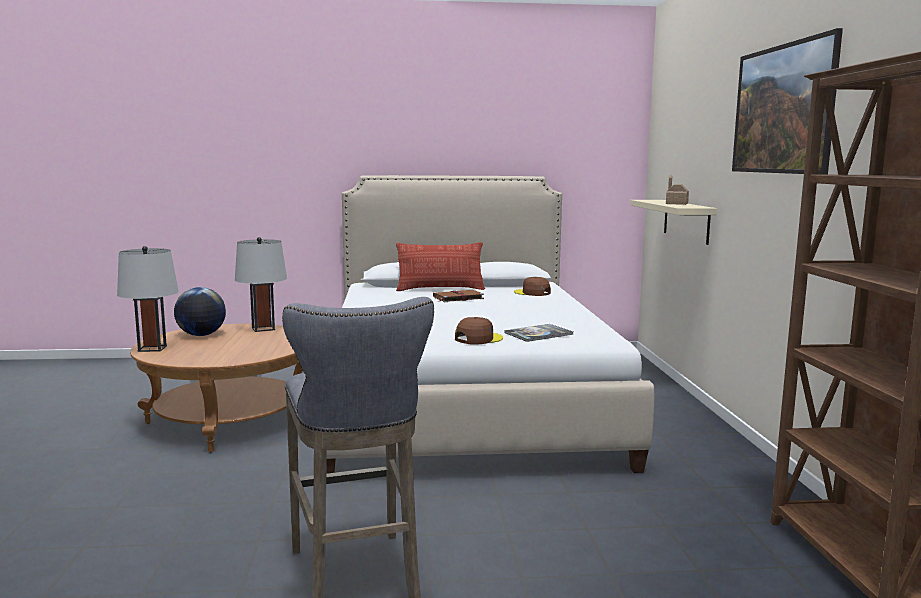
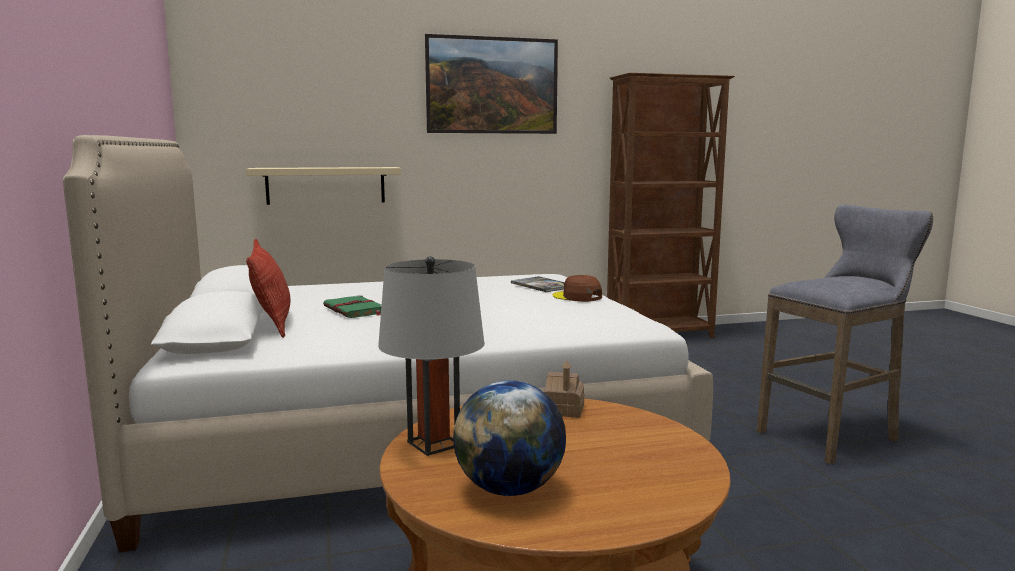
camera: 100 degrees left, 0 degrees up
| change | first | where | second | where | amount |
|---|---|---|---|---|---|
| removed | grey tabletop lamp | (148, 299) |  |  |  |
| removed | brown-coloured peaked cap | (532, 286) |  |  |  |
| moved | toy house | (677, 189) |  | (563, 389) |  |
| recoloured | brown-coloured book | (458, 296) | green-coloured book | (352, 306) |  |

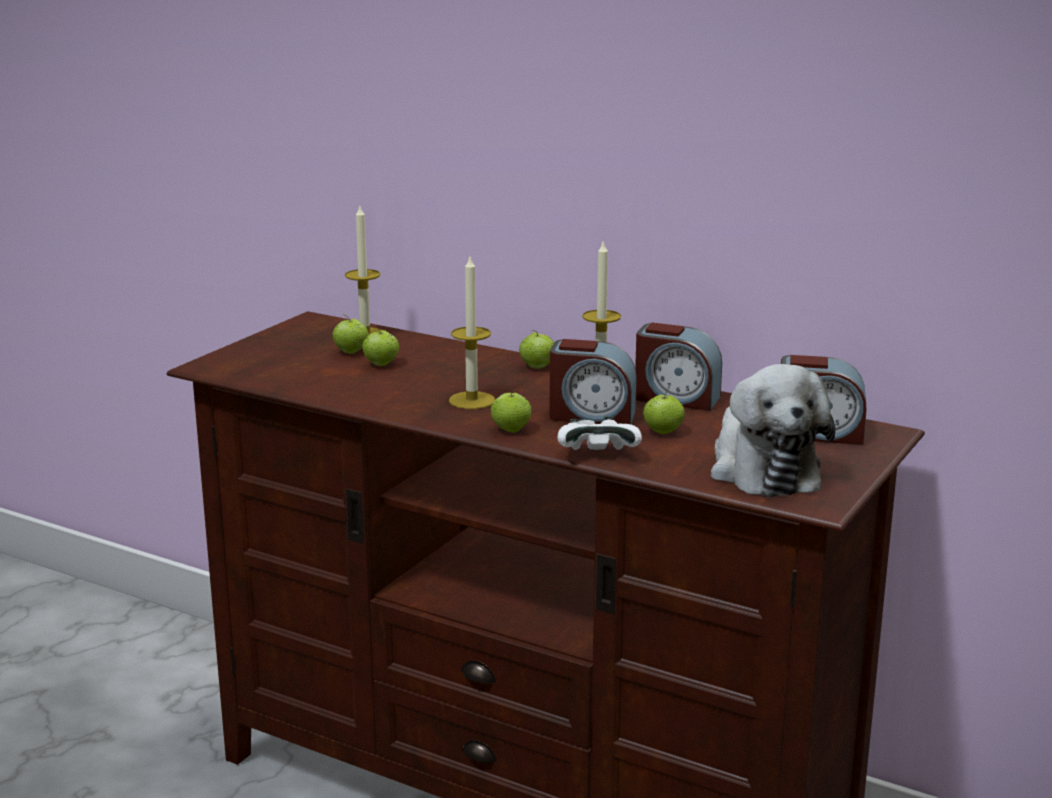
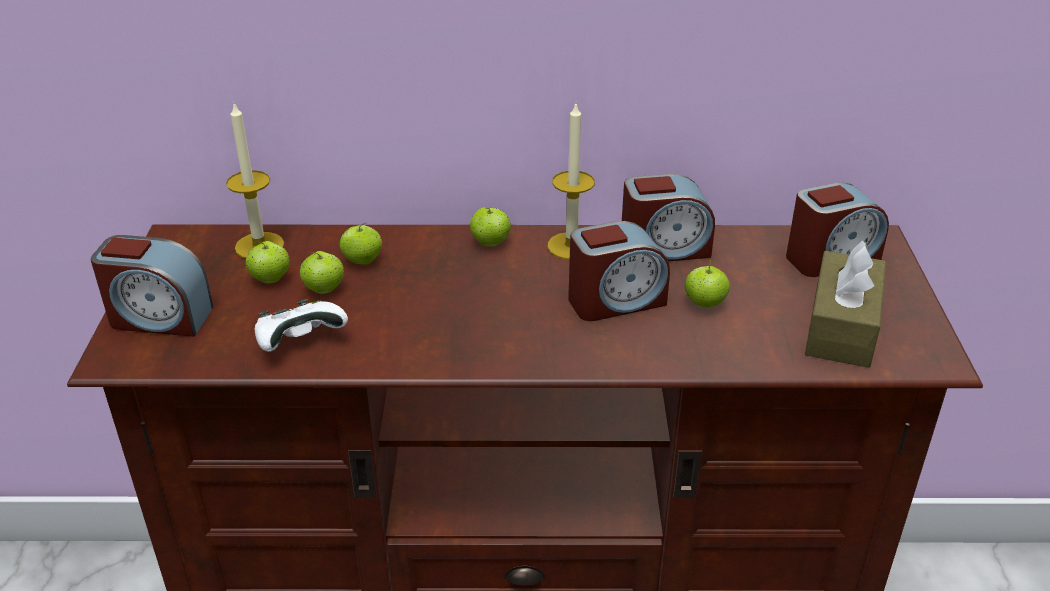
camera: 30 degrees left, 15 degrees up
| change | first | where | second | where | amount |
|---|---|---|---|---|---|
| removed | wax candle | (472, 333) |  |  |  |
| added |  |  | alarm clock | (152, 286) |  |
| moved | whole apple | (511, 411) |  | (361, 243) |  |
| moved | whitish game controller | (599, 433) |  | (301, 325) |  |
| replaced | plush toy | (773, 430) | brown-coloured tissue box | (845, 304) |  |

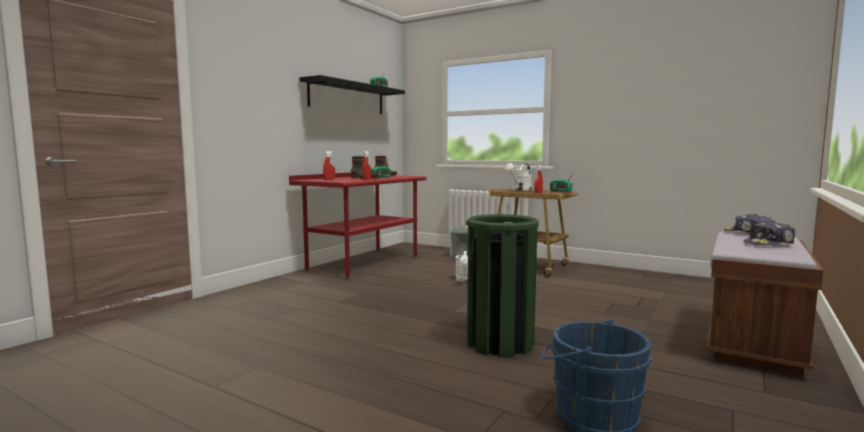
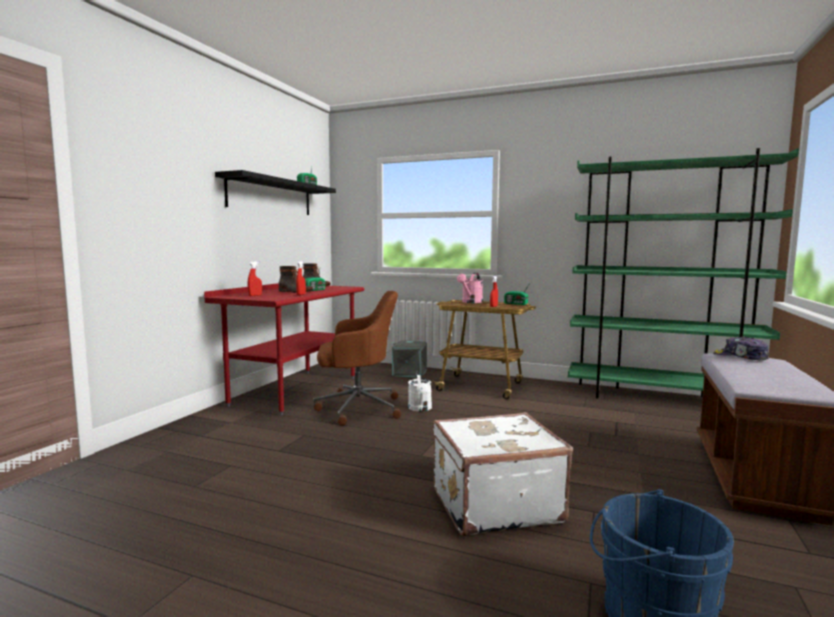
camera: 10 degrees left, 0 degrees up
| change | first | where | second | where | amount |
|---|---|---|---|---|---|
| removed | peaked cap | (769, 233) |  |  |  |
| added |  |  | brown-coloured computer chair | (357, 358) |  |
| added |  |  | green-coloured bookshelf | (683, 273) |  |
| replaced | green-coloured waste bin | (502, 285) | whitish travel case | (503, 474) |  |
| recoloured | whitish sprinkling can | (518, 177) | pink-coloured sprinkling can | (470, 288) |  |

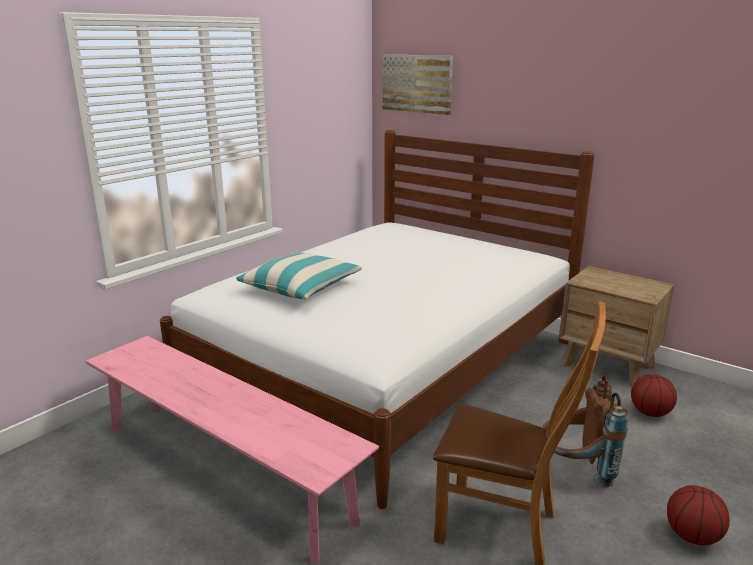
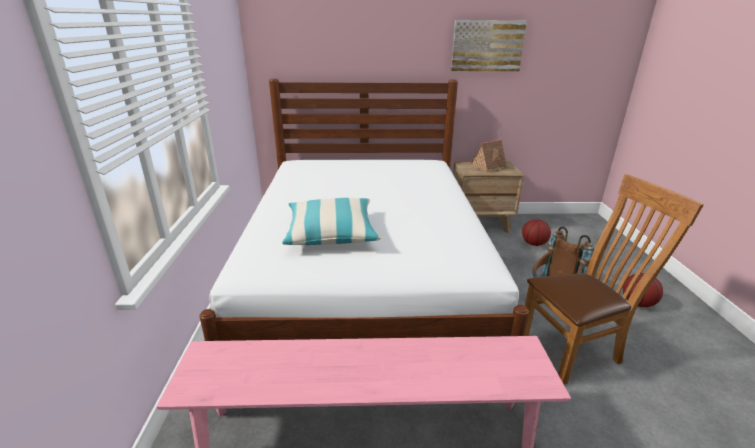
camera: 40 degrees left, 5 degrees up
| change | first | where | second | where | amount |
|---|---|---|---|---|---|
| added |  |  | toy house | (489, 156) |  |
| moved | wall picture | (417, 84) |  | (489, 46) |  |

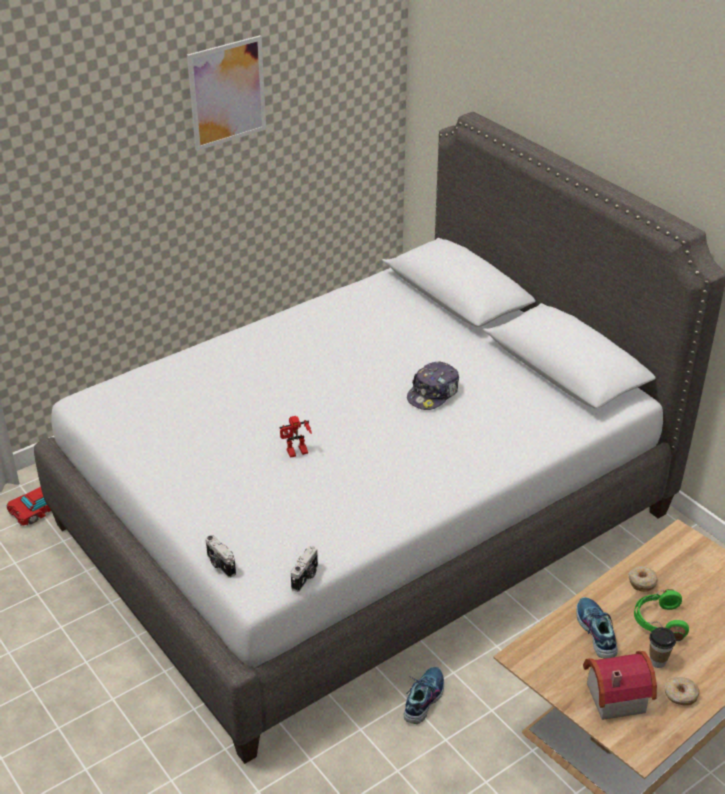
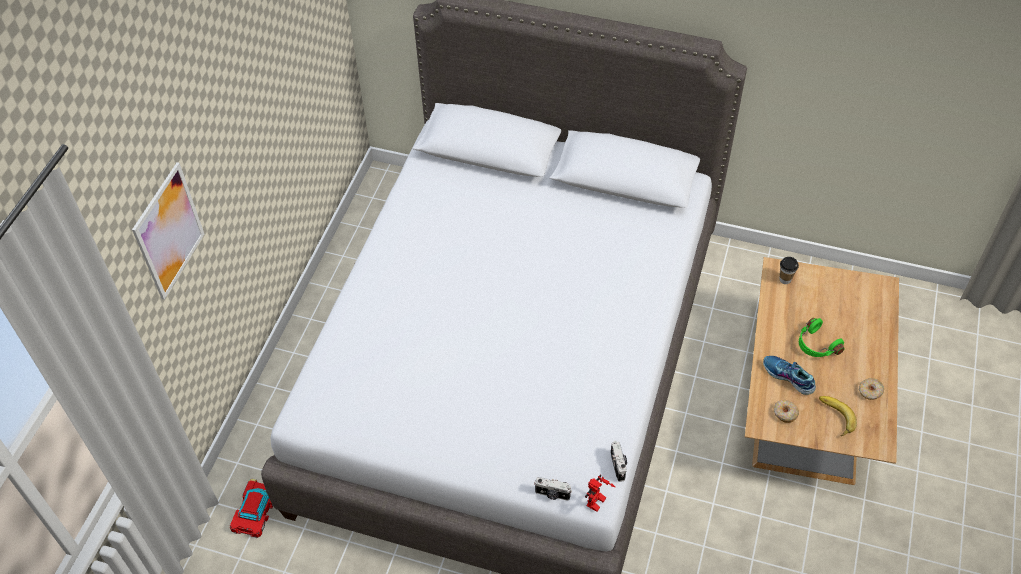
camera: 35 degrees left, 15 degrees up
| change | first | where | second | where | amount |
|---|---|---|---|---|---|
| removed | item of footwear | (424, 695) |  |  |  |
| removed | peaked cap | (433, 386) |  |  |  |
| moved | wall picture | (226, 93) |  | (168, 231) |  |
| moved | robot figure | (296, 437) |  | (600, 493) |  |
| moved | doughnut | (643, 579) |  | (786, 411) |  |
| moved | small cup | (662, 647) |  | (789, 270) |  |
| replaced | toy house | (620, 685) | banana | (838, 416) |  |

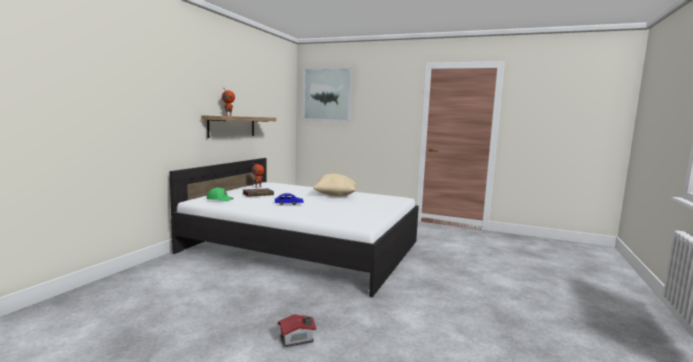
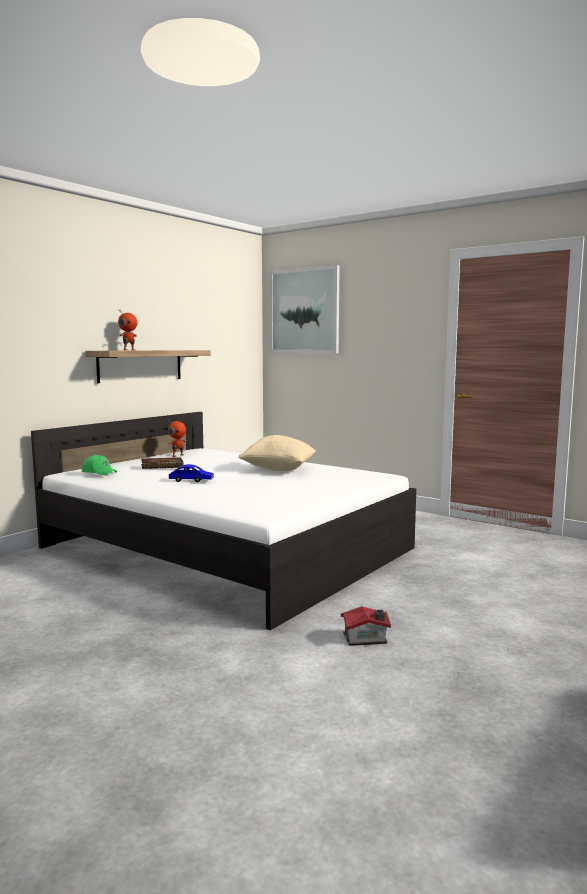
camera: 15 degrees right, 0 degrees up
| change | first | where | second | where | amount |
|---|---|---|---|---|---|
| moved | toy house | (297, 330) |  | (366, 626) |  |

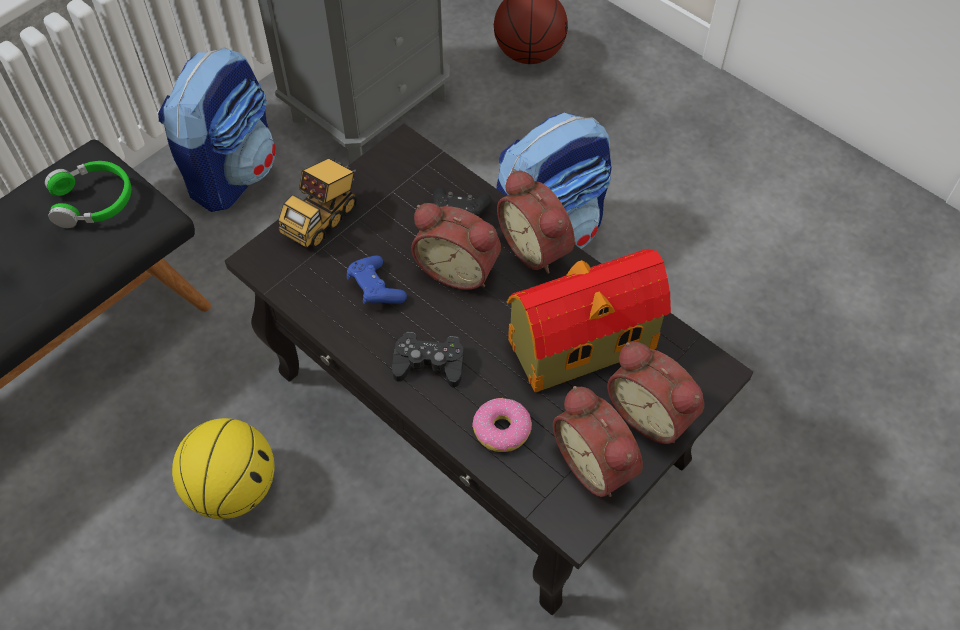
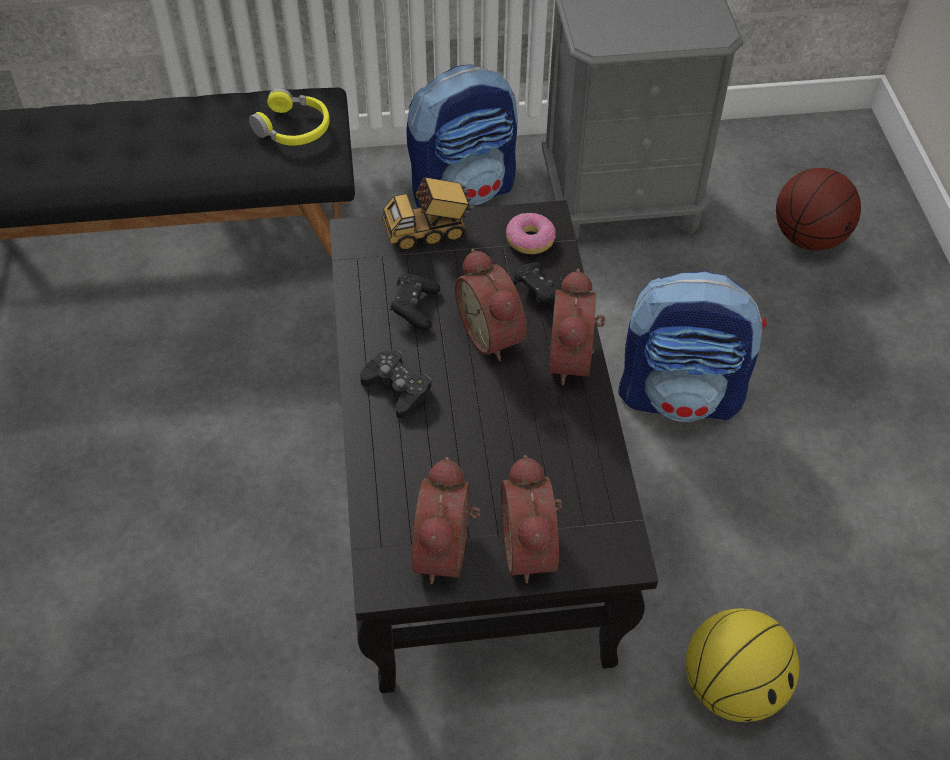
camera: 40 degrees right, 5 degrees down
| change | first | where | second | where | amount |
|---|---|---|---|---|---|
| removed | toy house | (589, 320) |  |  |  |
| moved | ball for basketball | (223, 468) |  | (742, 665) |  |
| moved | doughnut | (502, 425) |  | (531, 233) |  |
| recoloured | green-coloured pair of headphones | (88, 194) | yellowish pair of headphones | (289, 117) |  |
| recoloured | blue game controller | (377, 279) | blackish game controller | (415, 302) |  |

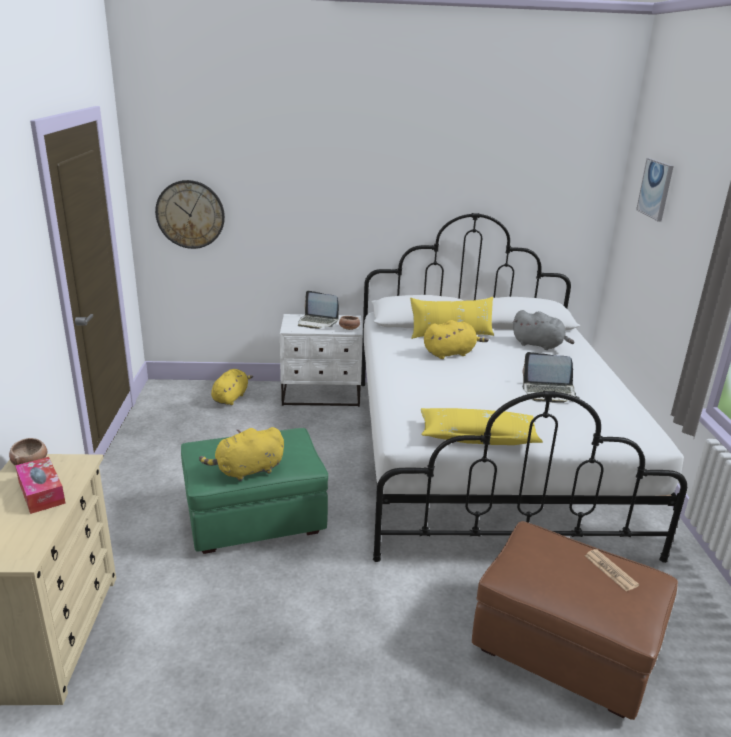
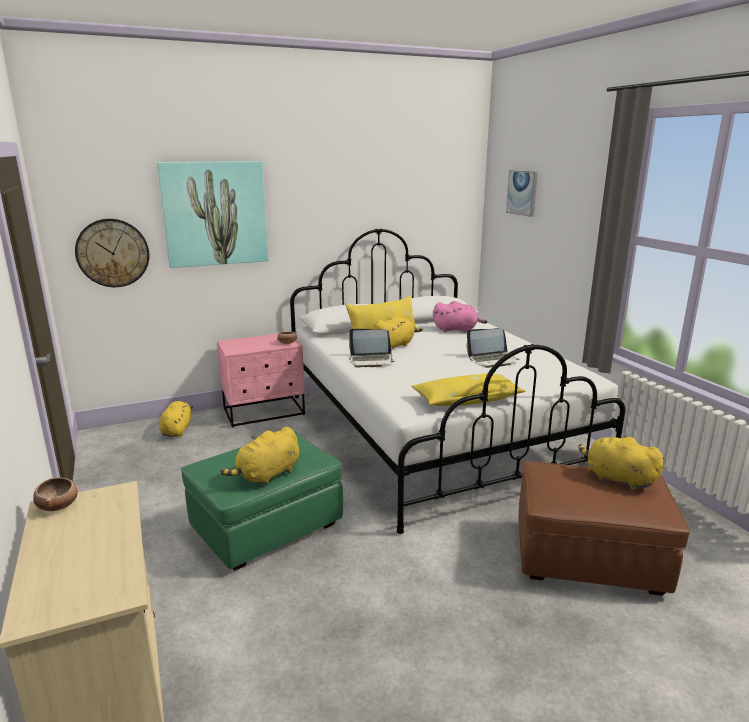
camera: 20 degrees left, 5 degrees down
| change | first | where | second | where | amount |
|---|---|---|---|---|---|
| removed | tissue box | (40, 485) |  |  |  |
| added |  |  | wall picture | (213, 214) |  |
| moved | notebook computer | (318, 310) |  | (372, 348) |  |
| replaced | newspaper | (612, 570) | yellowish plush toy | (621, 463) |  |
| recoloured | whitish night table | (321, 360) | pink-coloured night table | (261, 380) |  |
| recoloured | grey plush toy | (543, 330) | pink-coloured plush toy | (460, 317) |  |

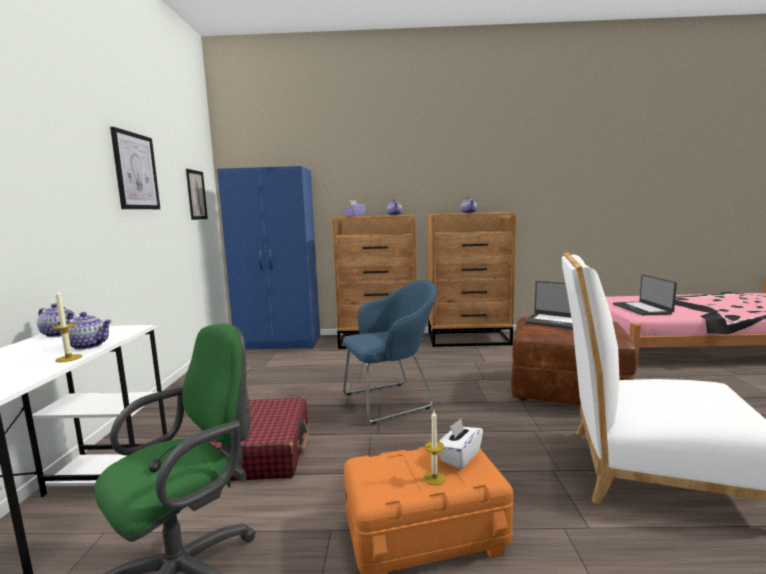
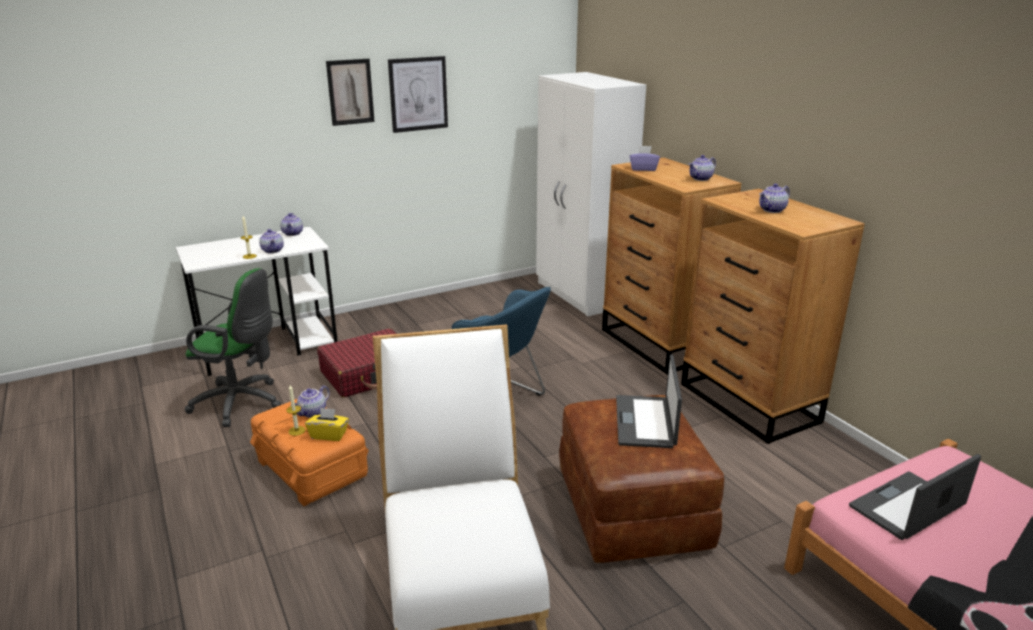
camera: 60 degrees right, 15 degrees up
| change | first | where | second | where | amount |
|---|---|---|---|---|---|
| added |  |  | tea pot | (312, 401) |  |
| moved | wall picture | (197, 194) |  | (350, 92) |  |
| recoloured | blue armoire | (268, 258) | whitish armoire | (591, 194) |  |
| recoloured | whitish tissue box | (461, 444) | yellowish tissue box | (327, 424) |  |

